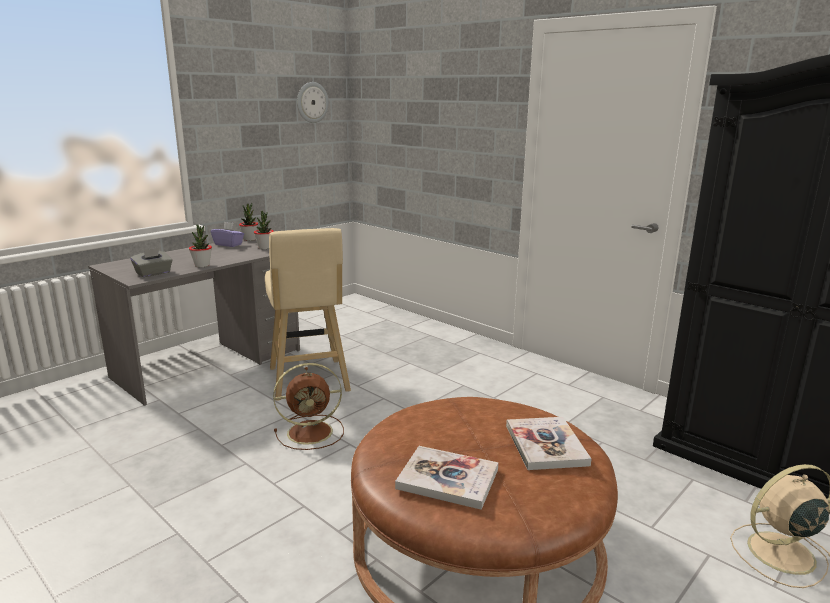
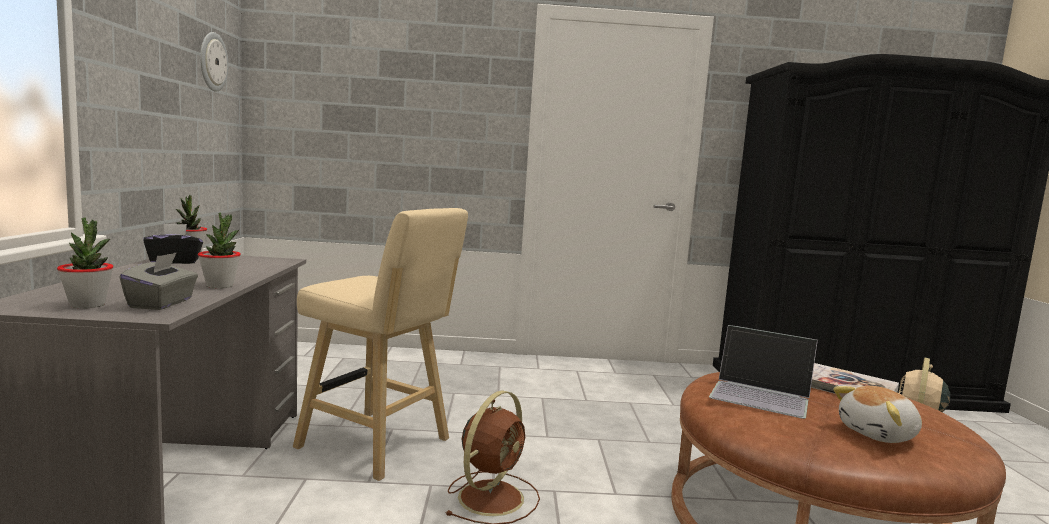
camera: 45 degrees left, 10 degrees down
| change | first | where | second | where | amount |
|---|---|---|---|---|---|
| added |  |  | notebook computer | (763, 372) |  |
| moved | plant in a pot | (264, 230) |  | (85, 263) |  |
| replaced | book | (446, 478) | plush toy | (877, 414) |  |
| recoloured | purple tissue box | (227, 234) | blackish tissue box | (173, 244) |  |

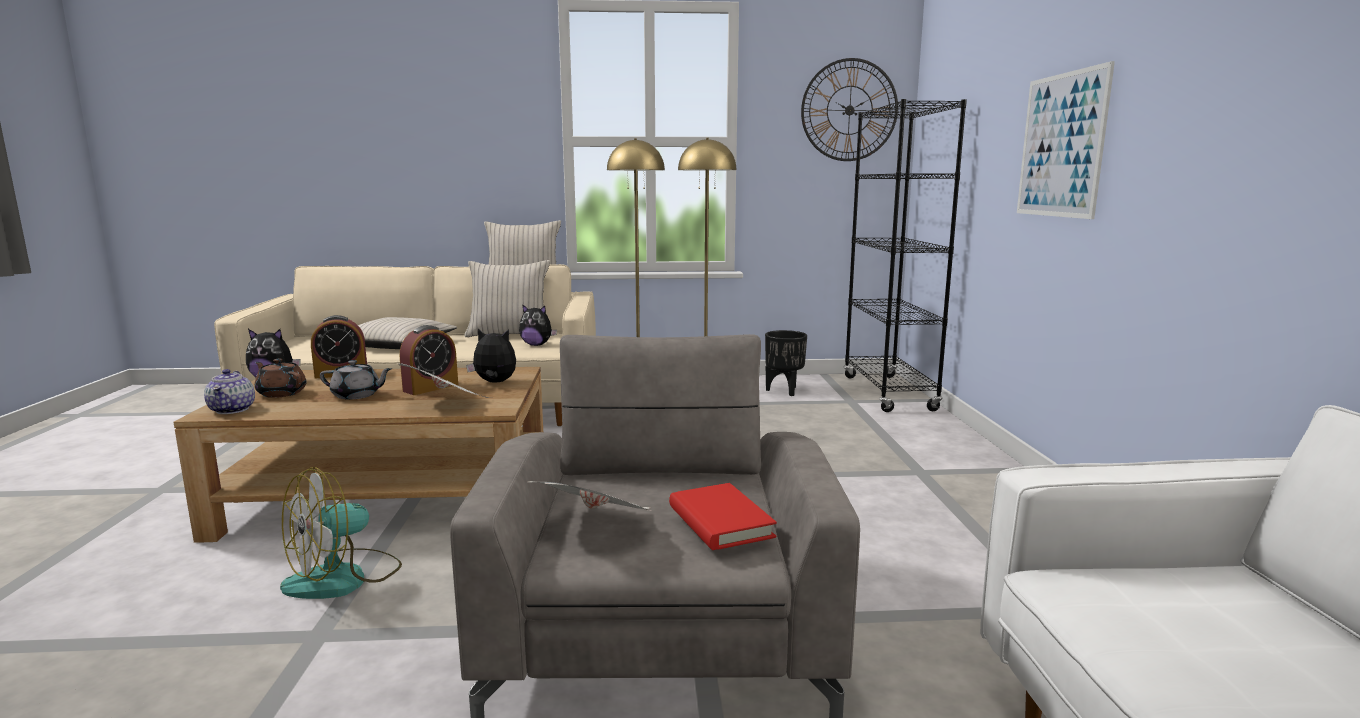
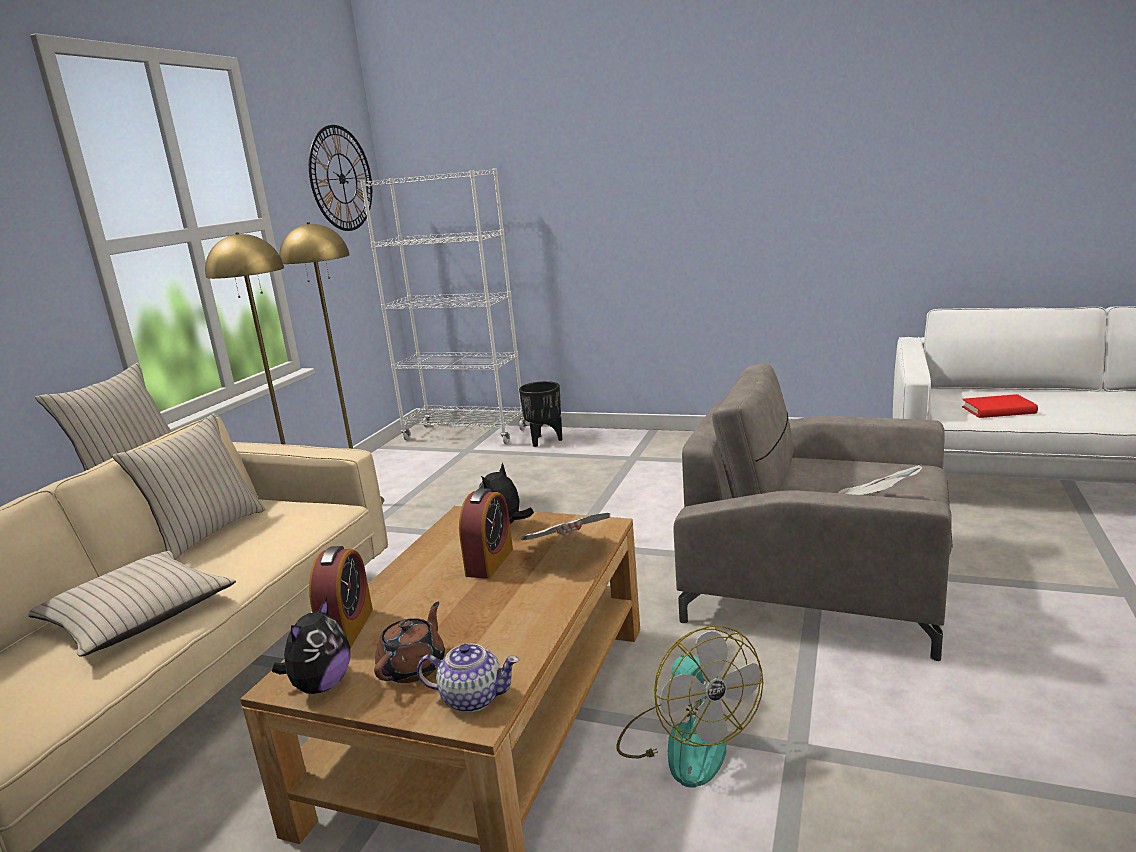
camera: 65 degrees left, 5 degrees up
| change | first | where | second | where | amount |
|---|---|---|---|---|---|
| removed | grey tea pot | (356, 380) |  |  |  |
| removed | plush toy | (538, 325) |  |  |  |
| removed | wall picture | (1066, 140) |  |  |  |
| moved | reddish book | (723, 516) |  | (1000, 406) |  |
| moved | blackish planter | (786, 363) |  | (540, 414) |  |
| recoloured | blackish bookshelf | (905, 255) | whitish bookshelf | (444, 306) |  |
| turned | brown-coloured tea pot | (280, 378) |  | (409, 642) | 150 degrees clockwise |
| turned | alarm clock | (429, 360) |  | (486, 533) | 45 degrees clockwise |

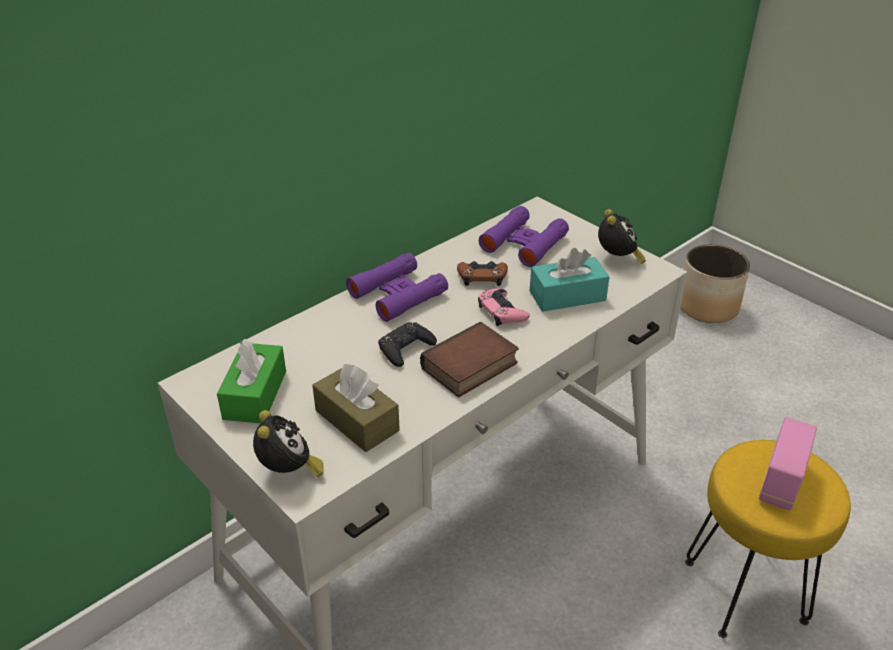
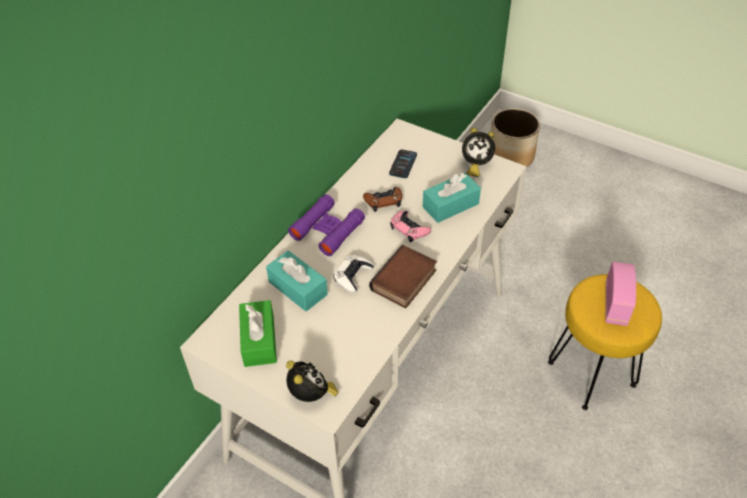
camera: 15 degrees left, 10 degrees up
| change | first | where | second | where | amount |
|---|---|---|---|---|---|
| removed | brown-coloured tissue box | (356, 407) |  |  |  |
| added |  |  | turquoise-coloured tissue box | (297, 281) |  |
| replaced | purple pair of binoculars | (524, 236) | phone | (403, 163) |  |
| recoloured | blackish game controller | (407, 344) | whitish game controller | (353, 274) |  |
| turned | alarm clock | (622, 236) |  | (478, 152) | 105 degrees clockwise |

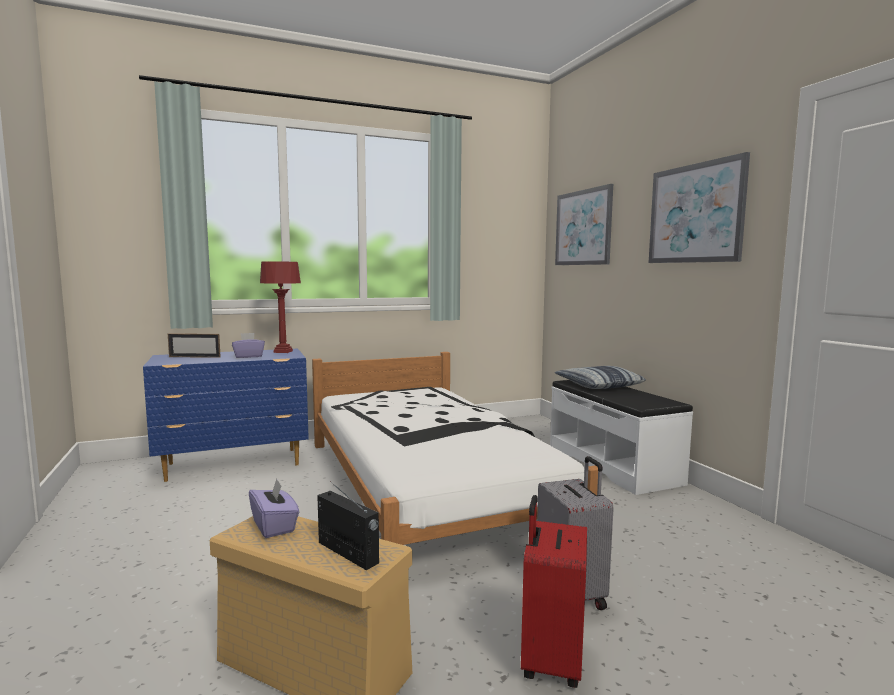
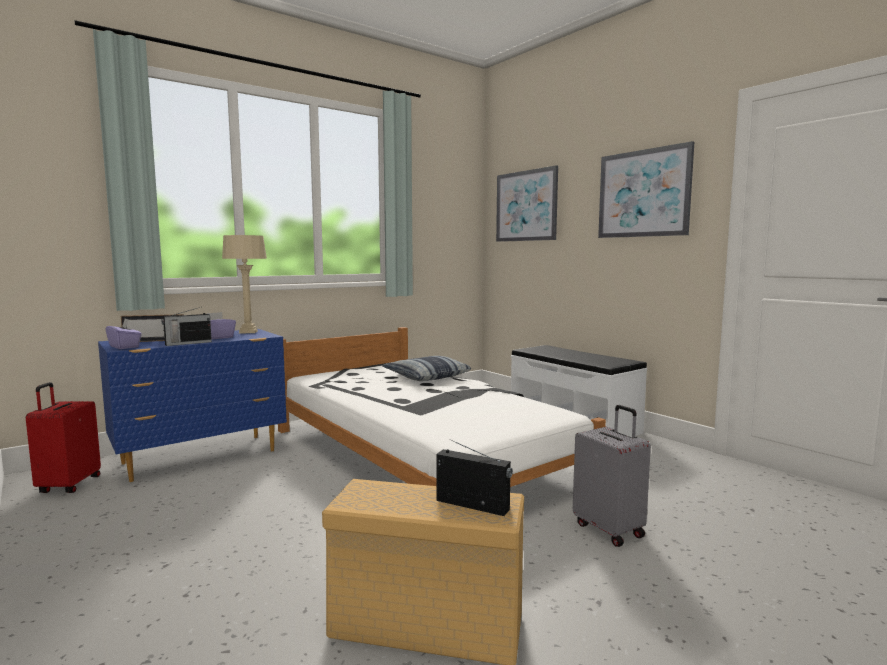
camera: 15 degrees left, 0 degrees up
| change | first | where | second | where | amount |
|---|---|---|---|---|---|
| added |  |  | radio | (187, 326) |  |
| moved | purple tissue box | (274, 508) |  | (123, 334) |  |
| moved | reddish travel case | (554, 591) |  | (63, 437) |  |
| moved | throw pillow | (600, 377) |  | (426, 368) |  |
| recoloured | reddish tabletop lamp | (280, 307) | beige tabletop lamp | (244, 284) |  |

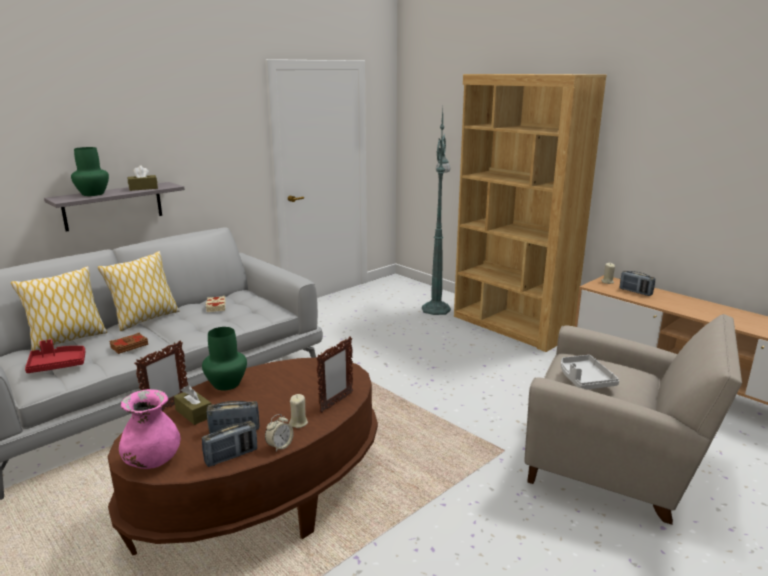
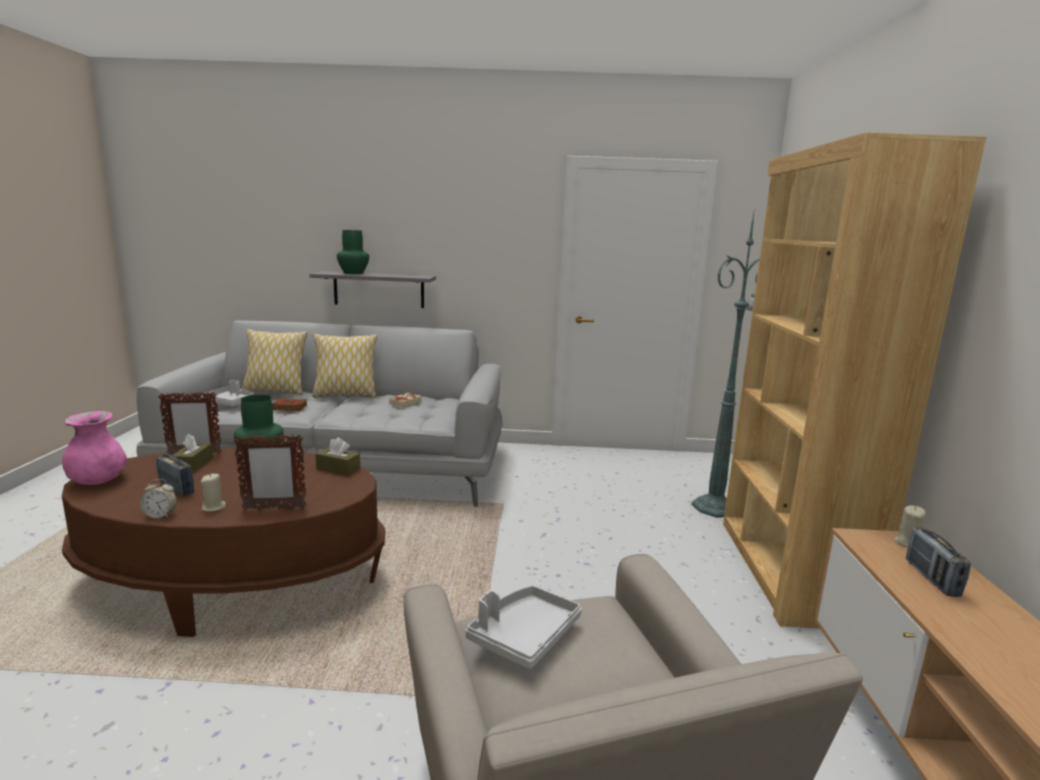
camera: 45 degrees right, 5 degrees down
| change | first | where | second | where | amount |
|---|---|---|---|---|---|
| removed | radio | (229, 444) |  |  |  |
| moved | brown-coloured tissue box | (142, 178) |  | (337, 456) |  |
| recoloured | reddish tray | (55, 356) | grey tray | (227, 393) |  |

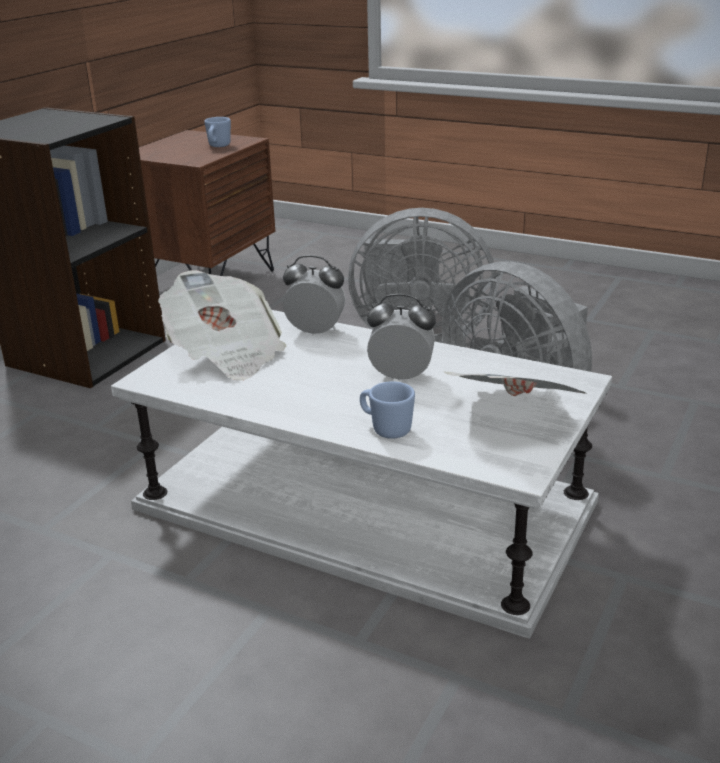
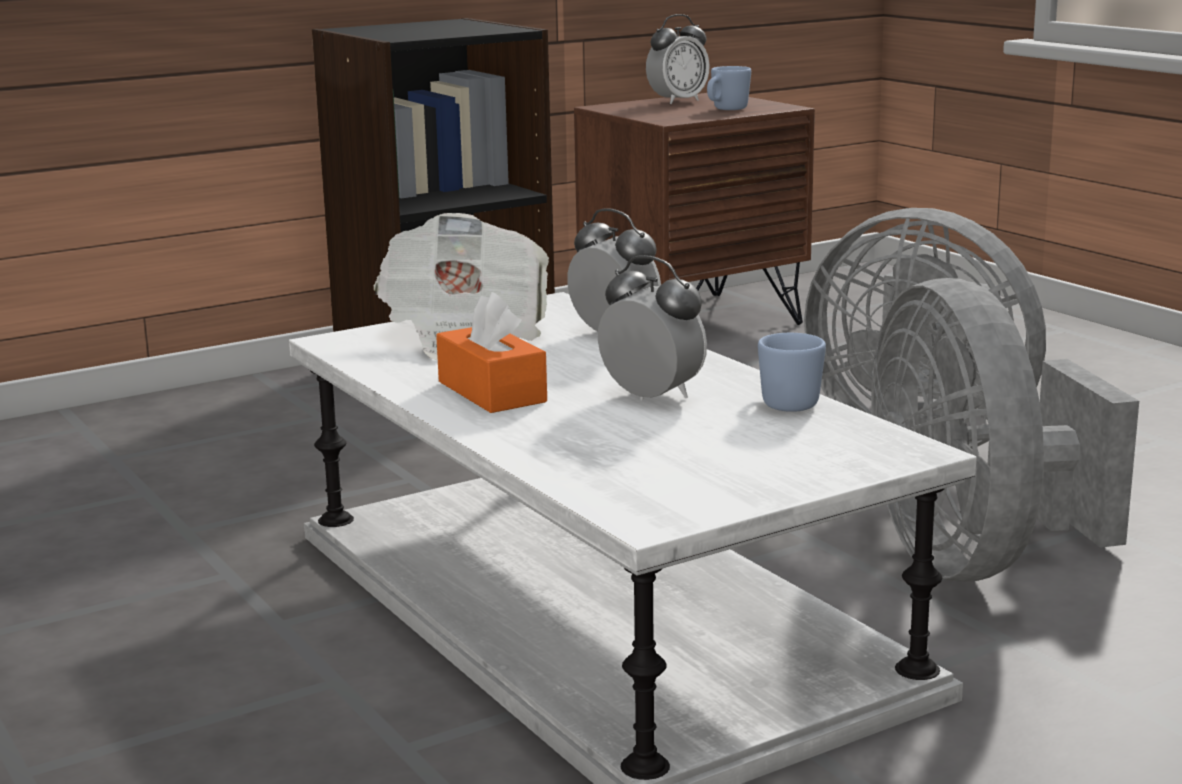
camera: 30 degrees right, 10 degrees down
| change | first | where | second | where | amount |
|---|---|---|---|---|---|
| removed | newspaper | (515, 384) |  |  |  |
| added |  |  | orange tissue box | (491, 352) |  |
| added |  |  | alarm clock | (678, 59) |  |
| moved | blue tea mug | (387, 410) |  | (792, 372) |  |

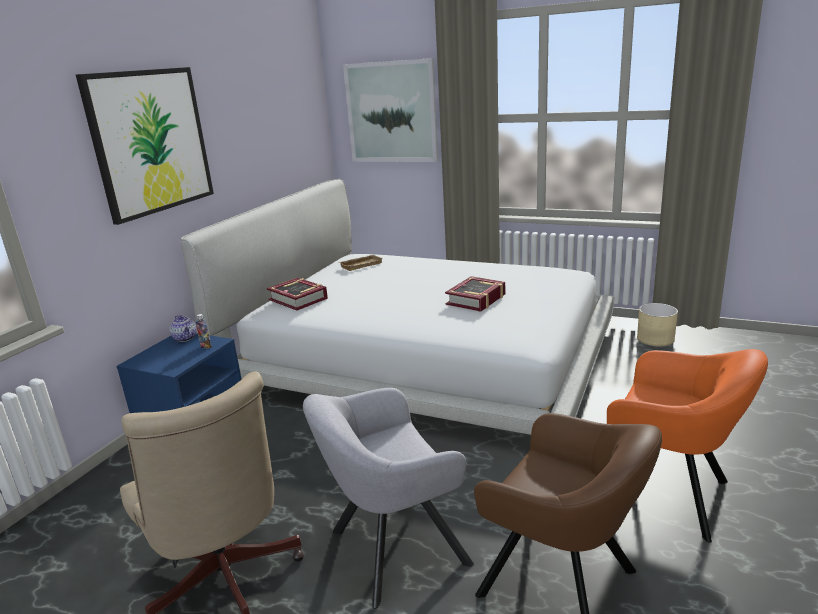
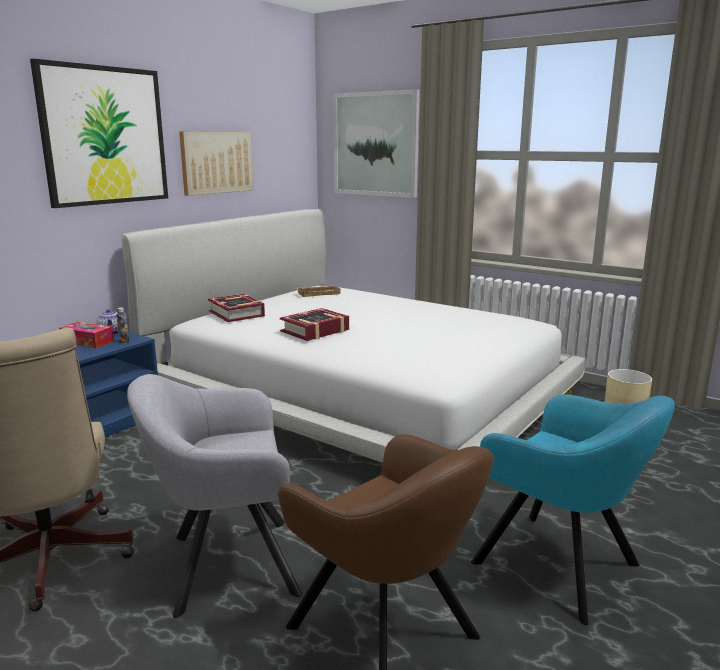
camera: 10 degrees right, 5 degrees down
| change | first | where | second | where | amount |
|---|---|---|---|---|---|
| added |  |  | tissue box | (86, 335) |  |
| added |  |  | wall picture | (216, 163) |  |
| moved | book | (475, 294) |  | (314, 324) |  |
| recoloured | orange armchair | (687, 446) | turquoise-coloured armchair | (573, 509) |  |

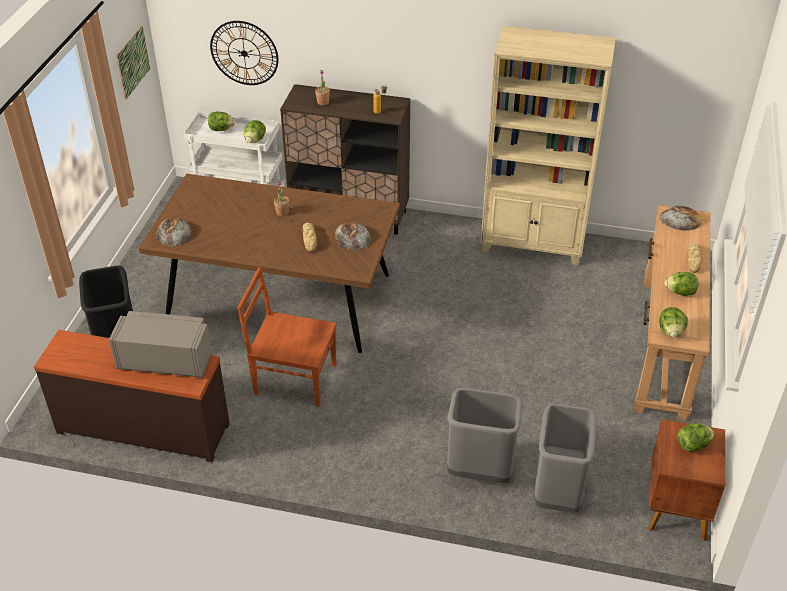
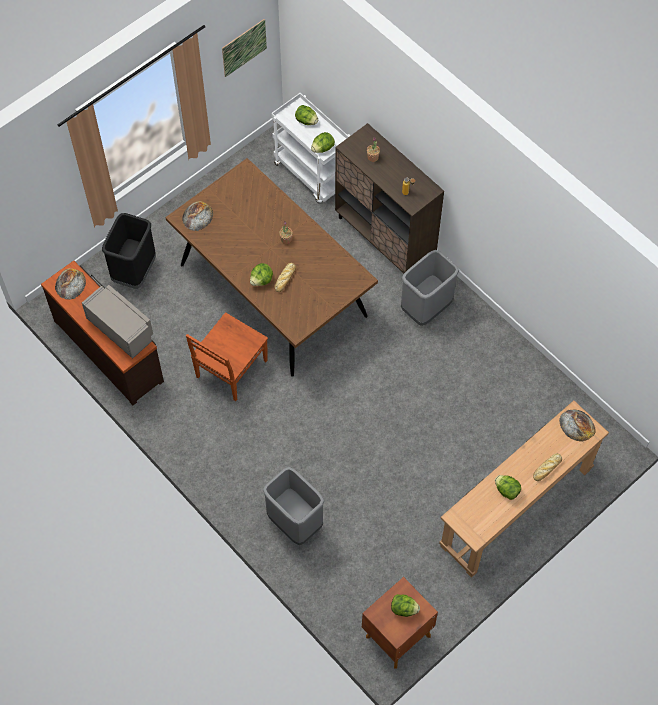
camera: 35 degrees right, 20 degrees up
| change | first | where | second | where | amount |
|---|---|---|---|---|---|
| removed | clock on the wall | (244, 53) |  |  |  |
| removed | beige bookshelf | (548, 145) |  |  |  |
| moved | baked bread | (353, 236) |  | (70, 284) |  |
| moved | grey waste bin | (565, 458) |  | (430, 288) |  |
| moved | lettuce | (673, 322) |  | (261, 274) |  |
| turned | brown-coloured chair | (287, 337) |  | (227, 356) | 105 degrees counterclockwise |

